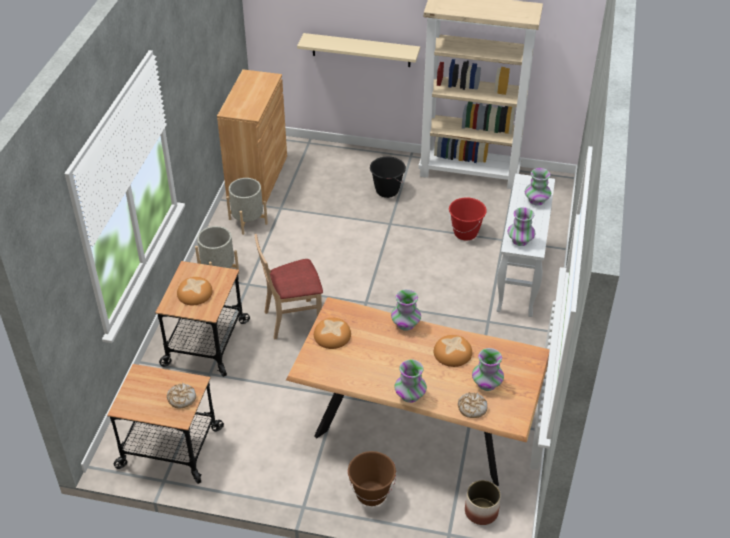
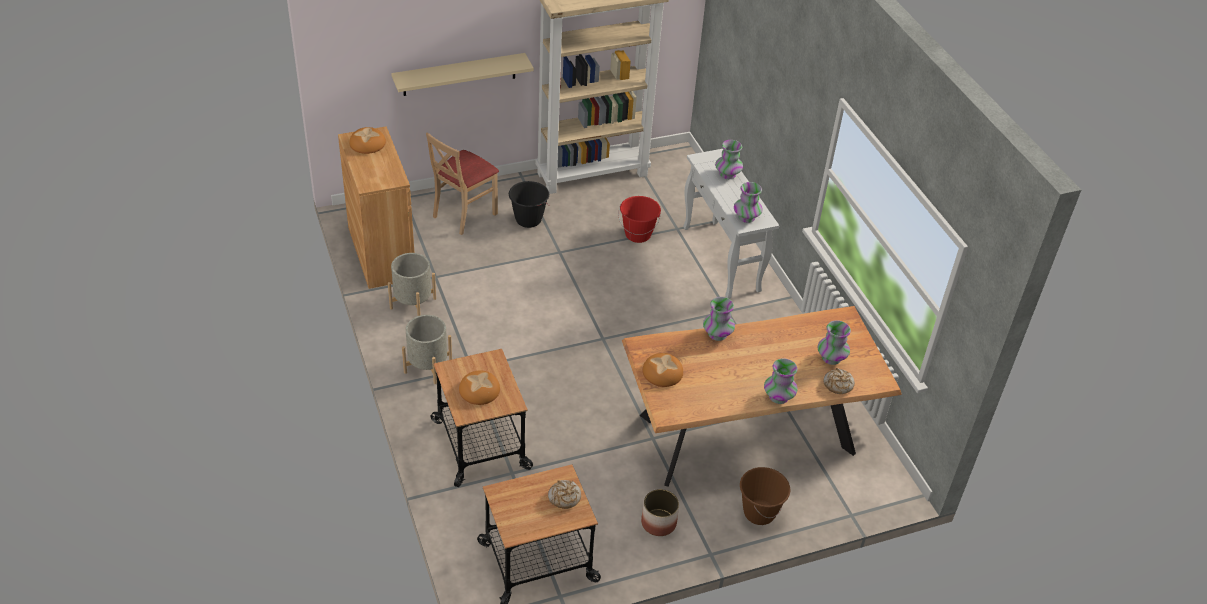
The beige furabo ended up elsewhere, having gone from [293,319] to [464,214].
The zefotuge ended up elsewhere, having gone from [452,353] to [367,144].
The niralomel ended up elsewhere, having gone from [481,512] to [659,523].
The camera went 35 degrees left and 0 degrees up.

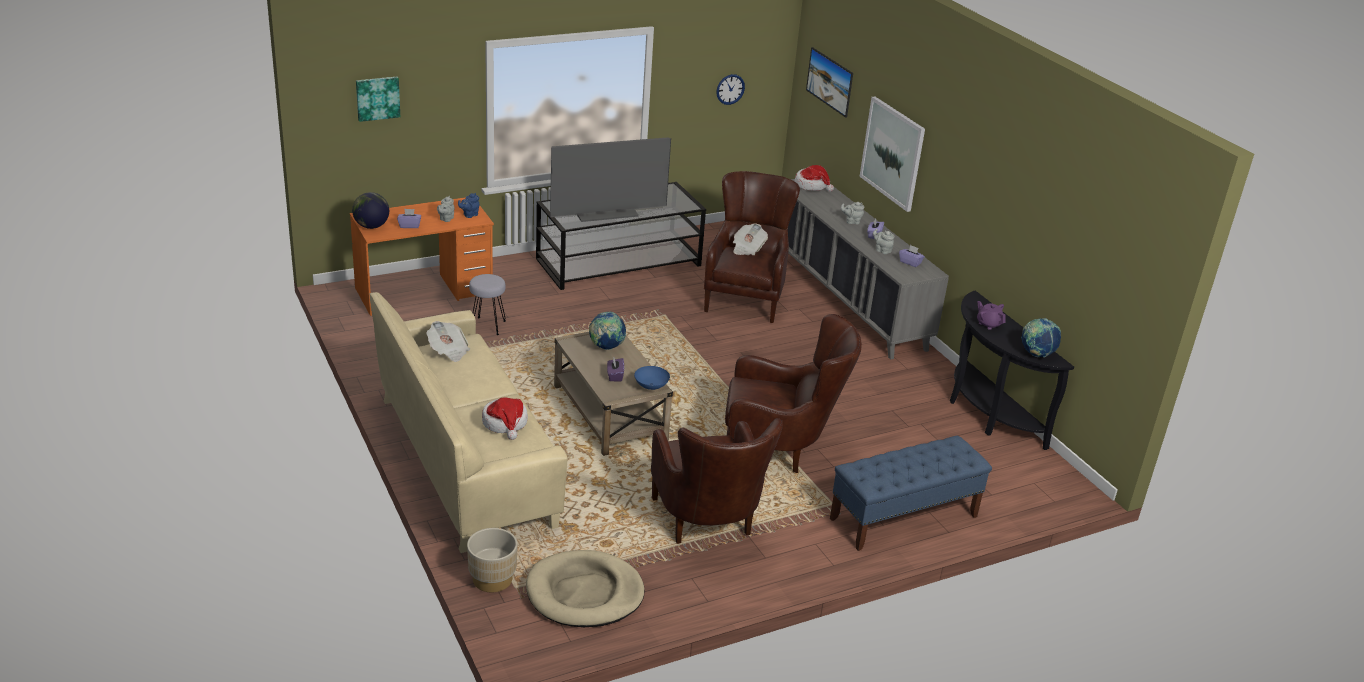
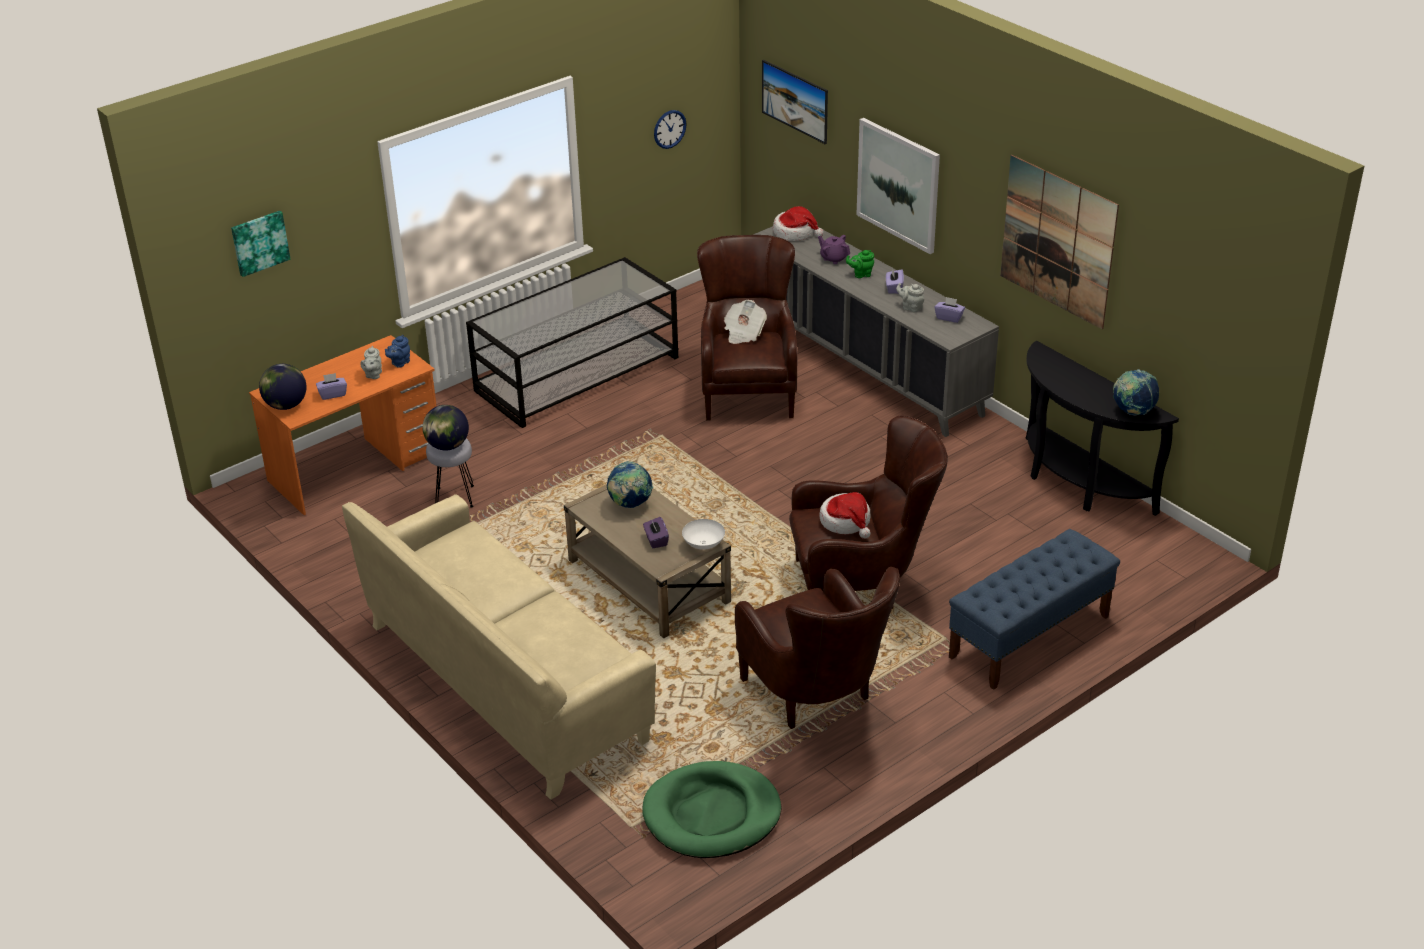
The second view lost the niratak at [606,212].
What was the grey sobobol at [851,221] turned into the green sobobol at [861,274].
The purple sobobol ended up elsewhere, having gone from [988,324] to [833,258].
The second view lost the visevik at [448,351].
What was the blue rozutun at [650,386] turned into the white rozutun at [703,544].
The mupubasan ended up elsewhere, having gone from [505,423] to [846,522].
The second view lost the beige niralomel at [492,579].
What was the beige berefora at [584,593] turned into the green berefora at [712,814].
The second view gained the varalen at [1058,241].
The second view gained the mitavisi at [447,446].
The camera went 10 degrees left and 5 degrees up.

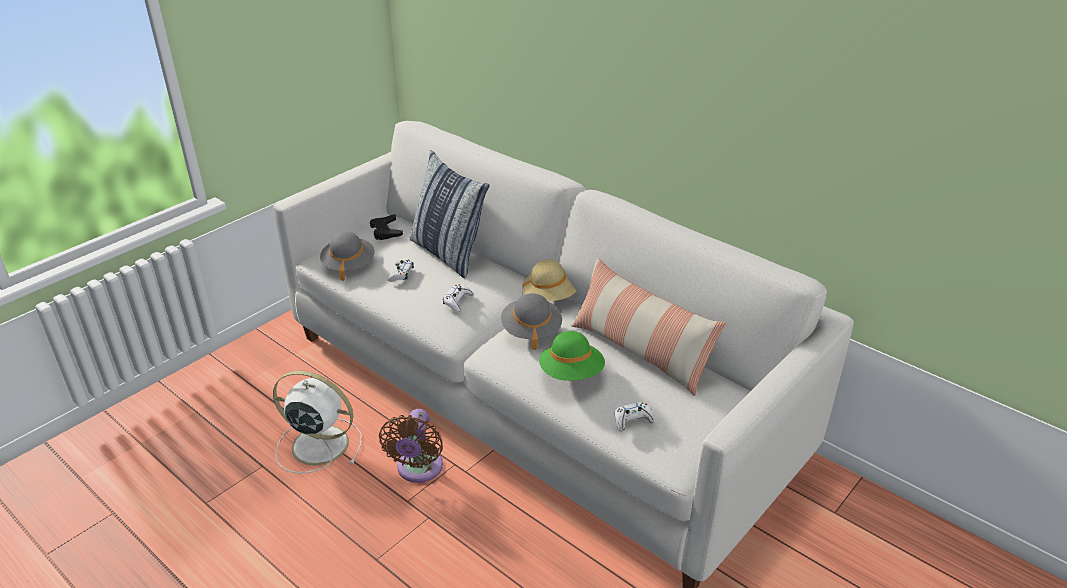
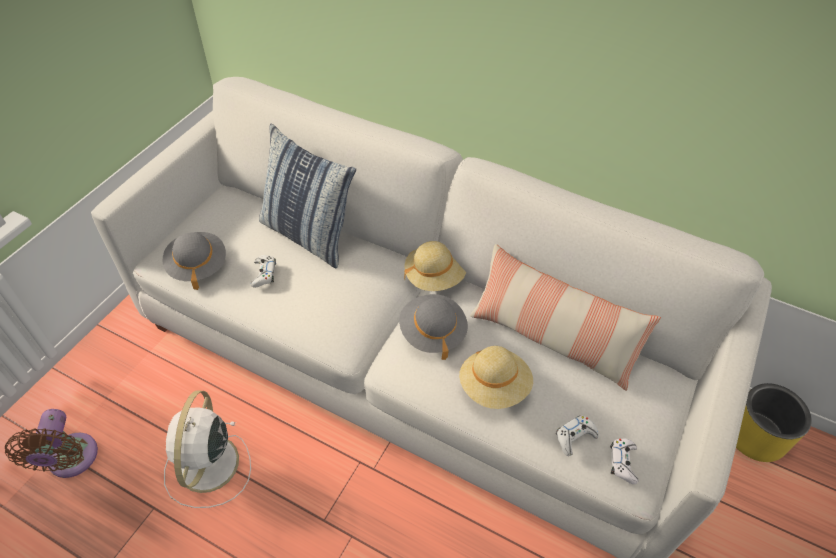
The second view lost the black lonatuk at [386,231].
The white lonatuk ended up elsewhere, having gone from [457,301] to [623,462].
What was the green mupubasan at [571,374] turned into the beige mupubasan at [494,387].
The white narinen at [317,444] ended up facing another way, 90 degrees counterclockwise from before.
The brown narinen ended up elsewhere, having gone from [418,470] to [71,461].
The second view gained the yellow niralomel at [755,435].
The camera went 15 degrees left and 15 degrees up.

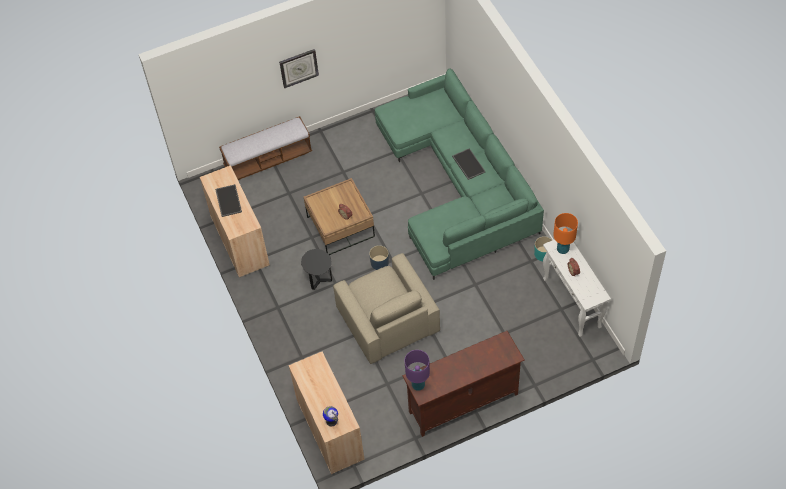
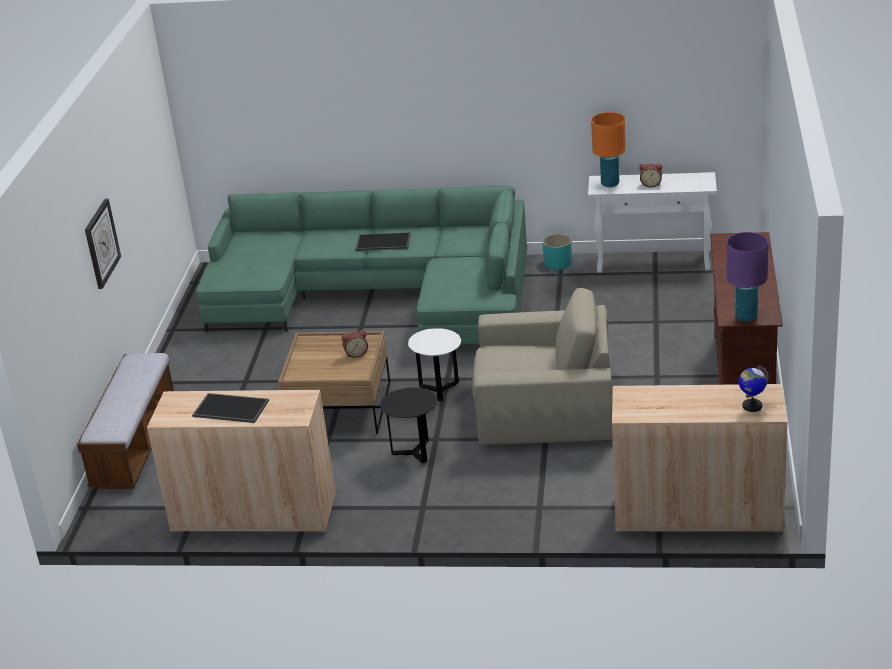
Where the blue niralomel stood at [379,262], the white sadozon came to stand at [439,390].
The camera went 60 degrees left and 25 degrees down.

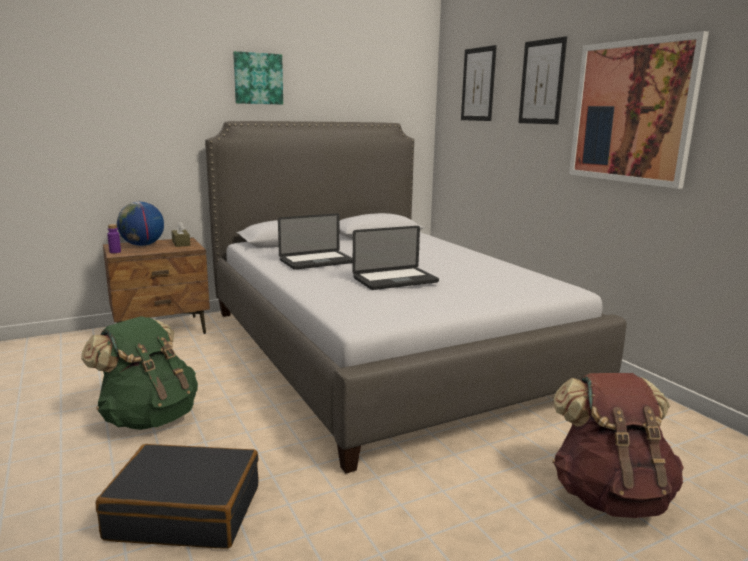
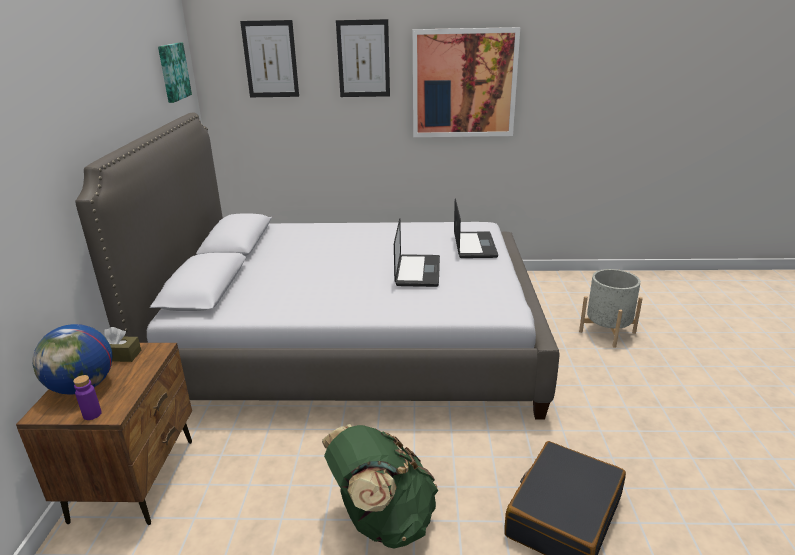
The varalen ended up elsewhere, having gone from [258,78] to [173,72].
The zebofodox ended up elsewhere, having gone from [317,261] to [474,246].
Where the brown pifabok stood at [609,495], the grey niralomel came to stand at [607,332].
The camera went 60 degrees left and 10 degrees up.

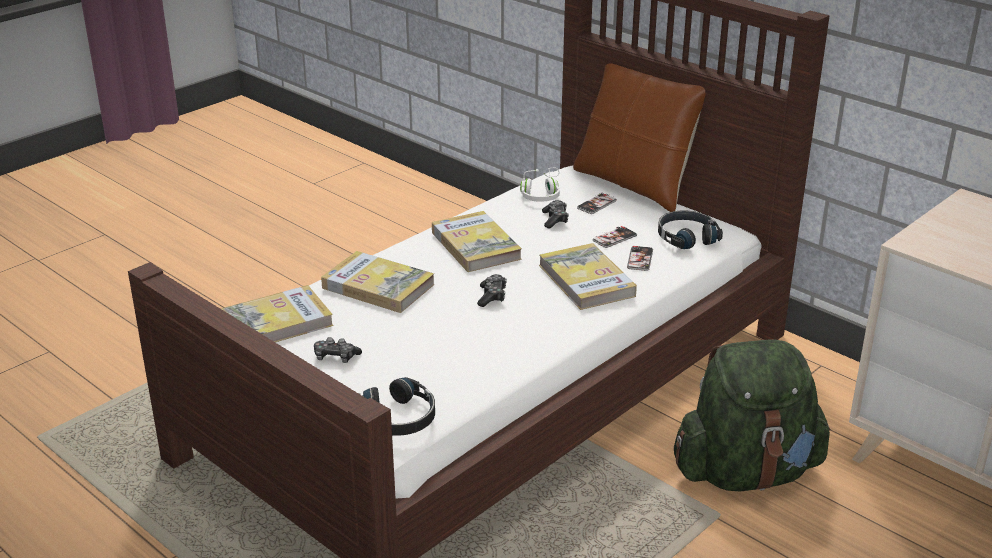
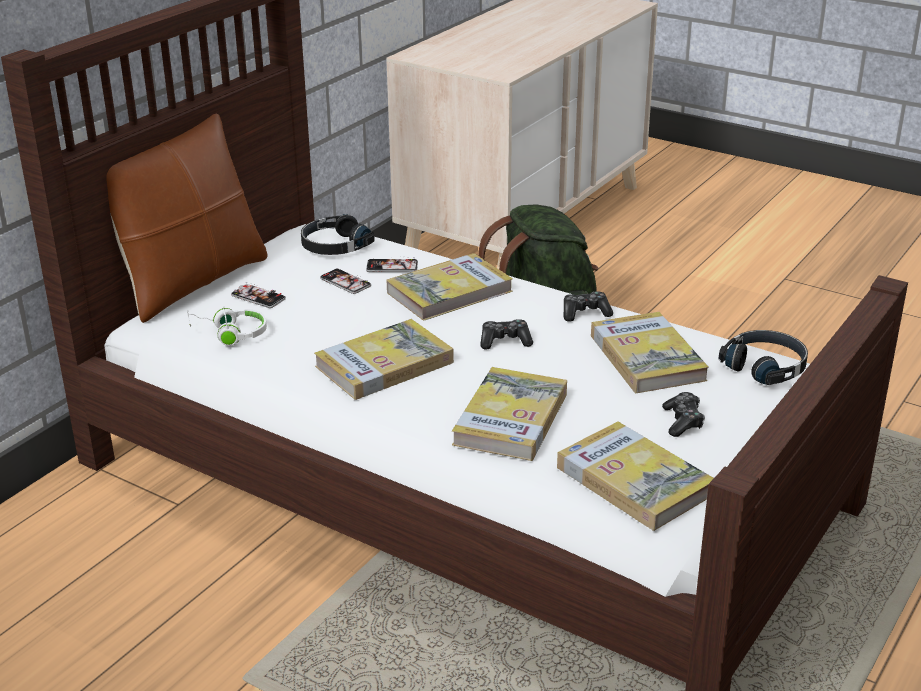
The lonatuk ended up elsewhere, having gone from [555,219] to [585,313].
The second view gained the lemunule at [647,357].
The camera went 100 degrees left and 0 degrees up.

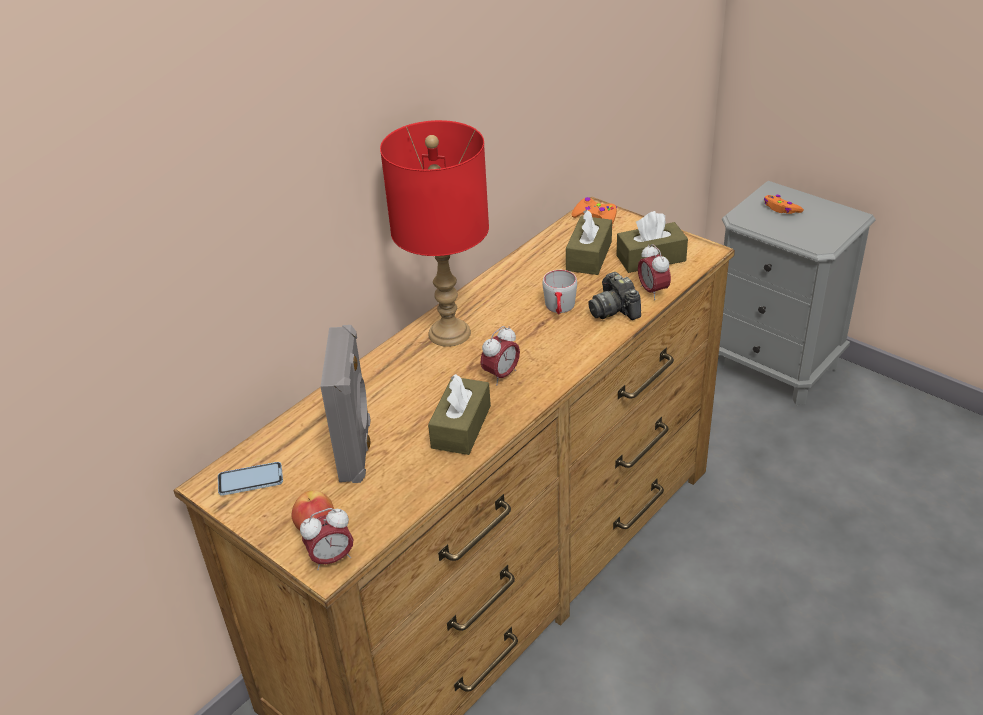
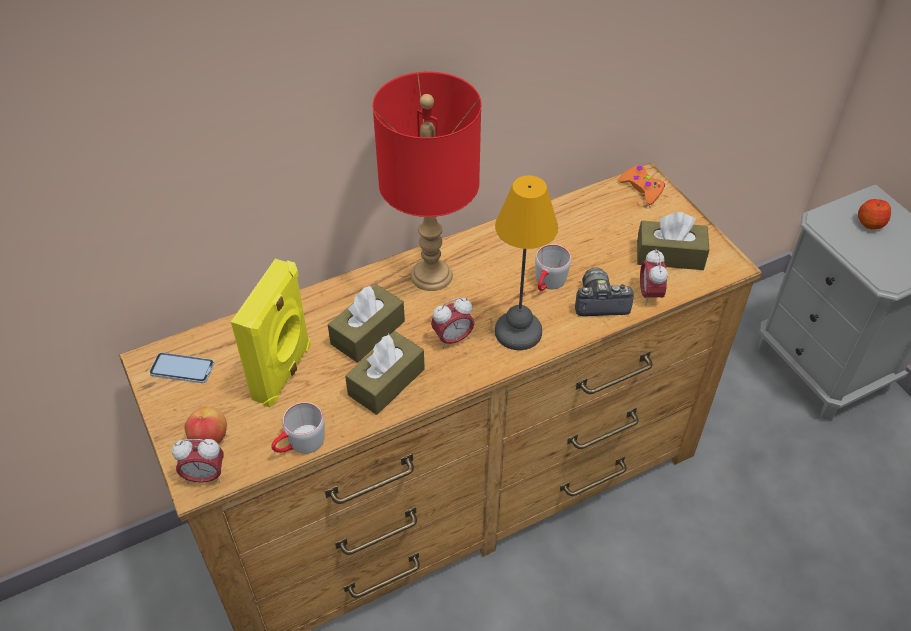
Where the orange lonatuk stood at [781,209], the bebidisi came to stand at [870,223].
The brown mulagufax ended up elsewhere, having gone from [589,256] to [368,332].
The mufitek at [614,309] ended up facing another way, 90 degrees clockwise from before.
What was the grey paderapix at [357,450] turned into the yellow paderapix at [284,372].
The second view gained the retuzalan at [517,330].
The second view gained the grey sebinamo at [300,445].
The camera went 20 degrees right and 10 degrees up.

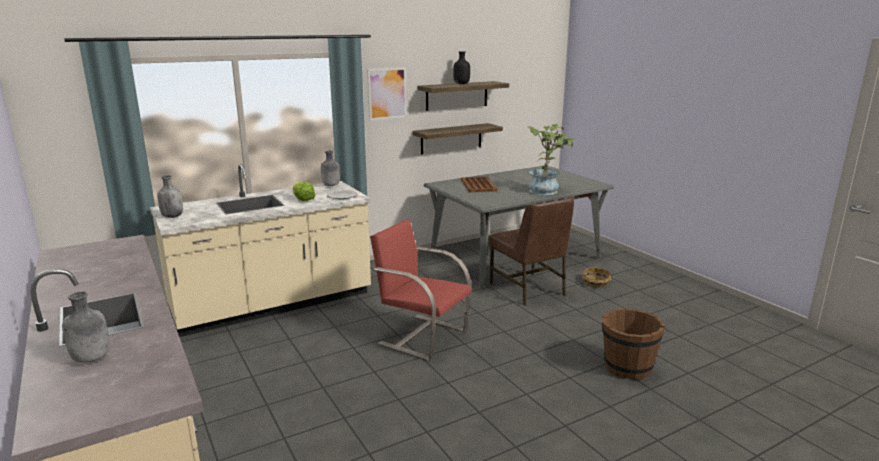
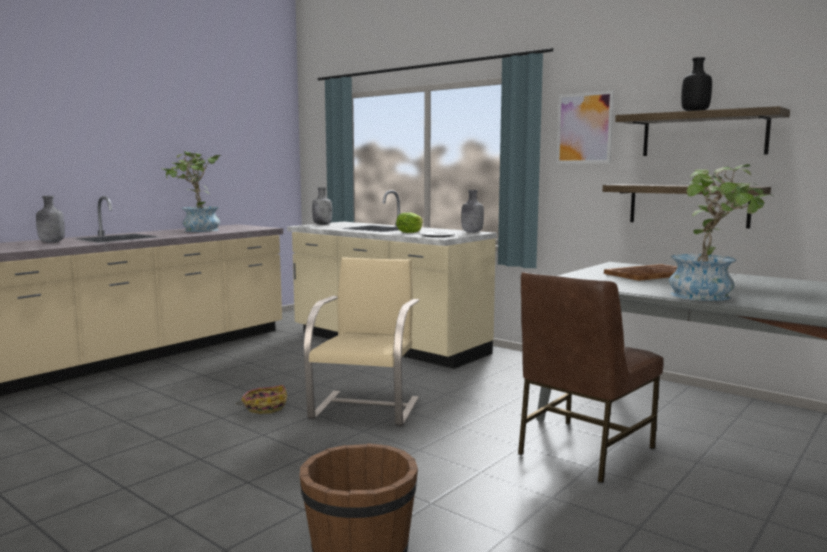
What was the red furabo at [422,336] turned into the beige furabo at [366,407].
The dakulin ended up elsewhere, having gone from [595,282] to [264,407].
The second view gained the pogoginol at [197,230].
The camera went 70 degrees right and 10 degrees down.

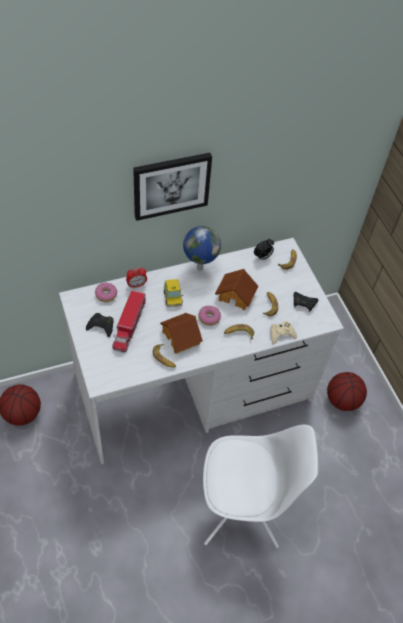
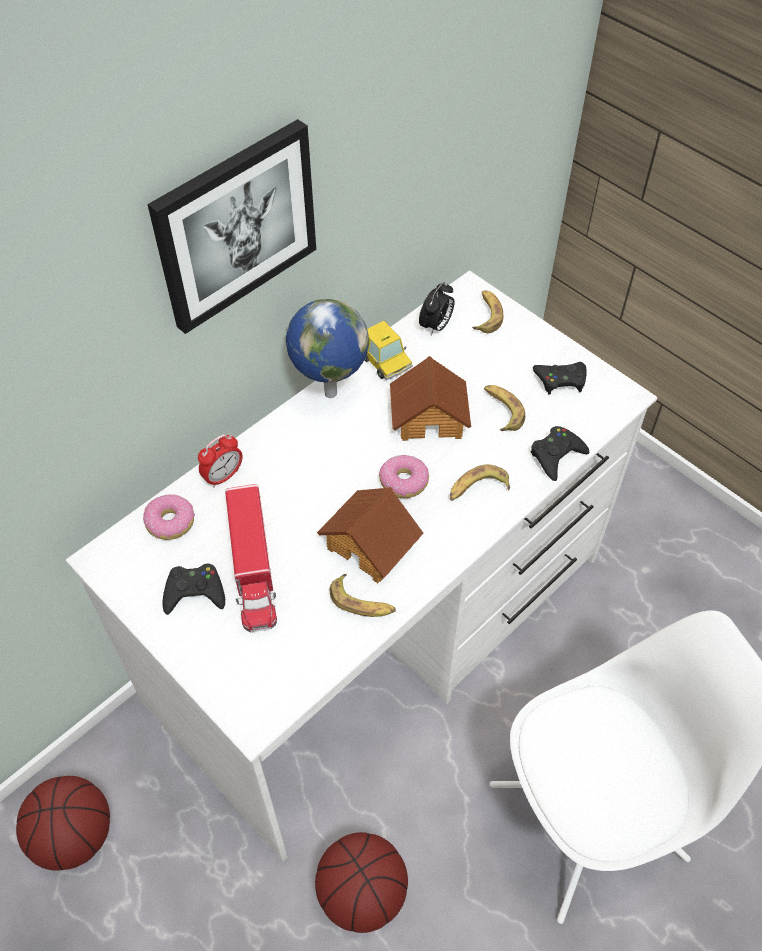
The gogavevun ended up elsewhere, having gone from [173,298] to [385,362].
What was the beige lonatuk at [281,334] turned into the black lonatuk at [556,455].
The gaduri ended up elsewhere, having gone from [342,400] to [362,893].
The camera went 20 degrees left and 0 degrees up.

